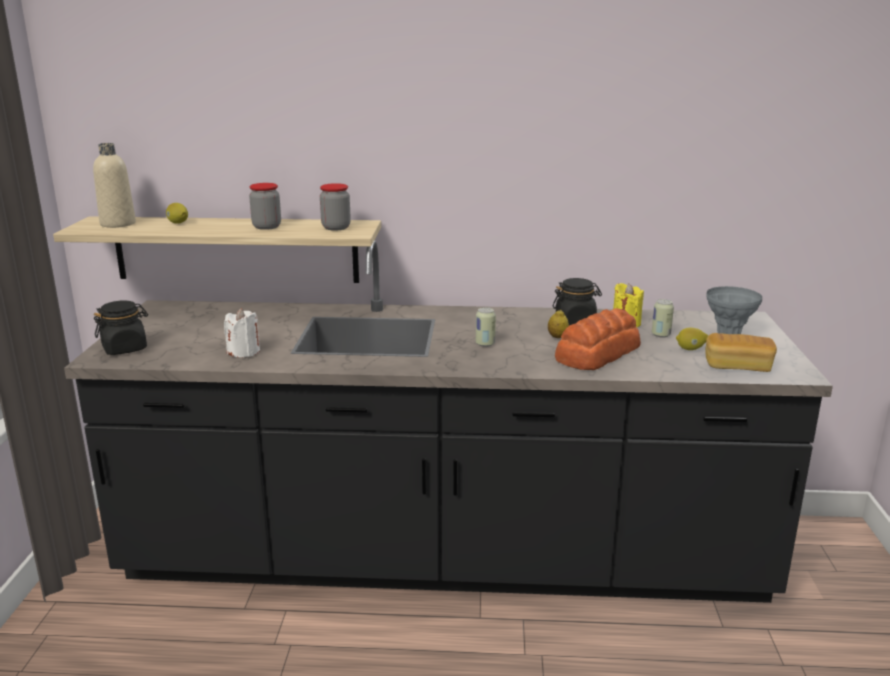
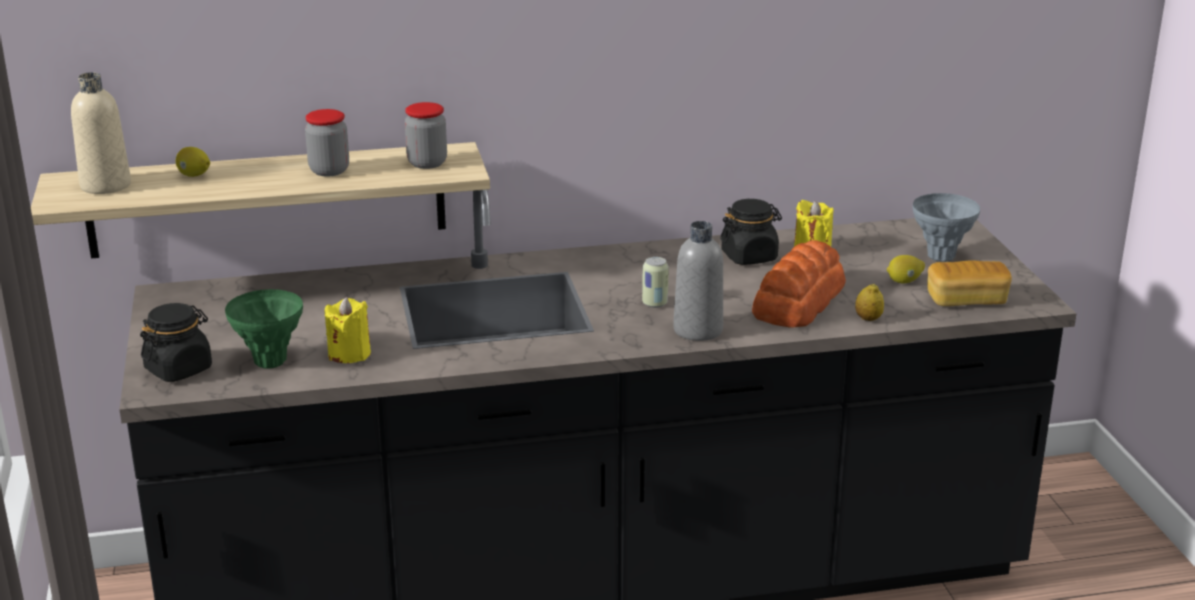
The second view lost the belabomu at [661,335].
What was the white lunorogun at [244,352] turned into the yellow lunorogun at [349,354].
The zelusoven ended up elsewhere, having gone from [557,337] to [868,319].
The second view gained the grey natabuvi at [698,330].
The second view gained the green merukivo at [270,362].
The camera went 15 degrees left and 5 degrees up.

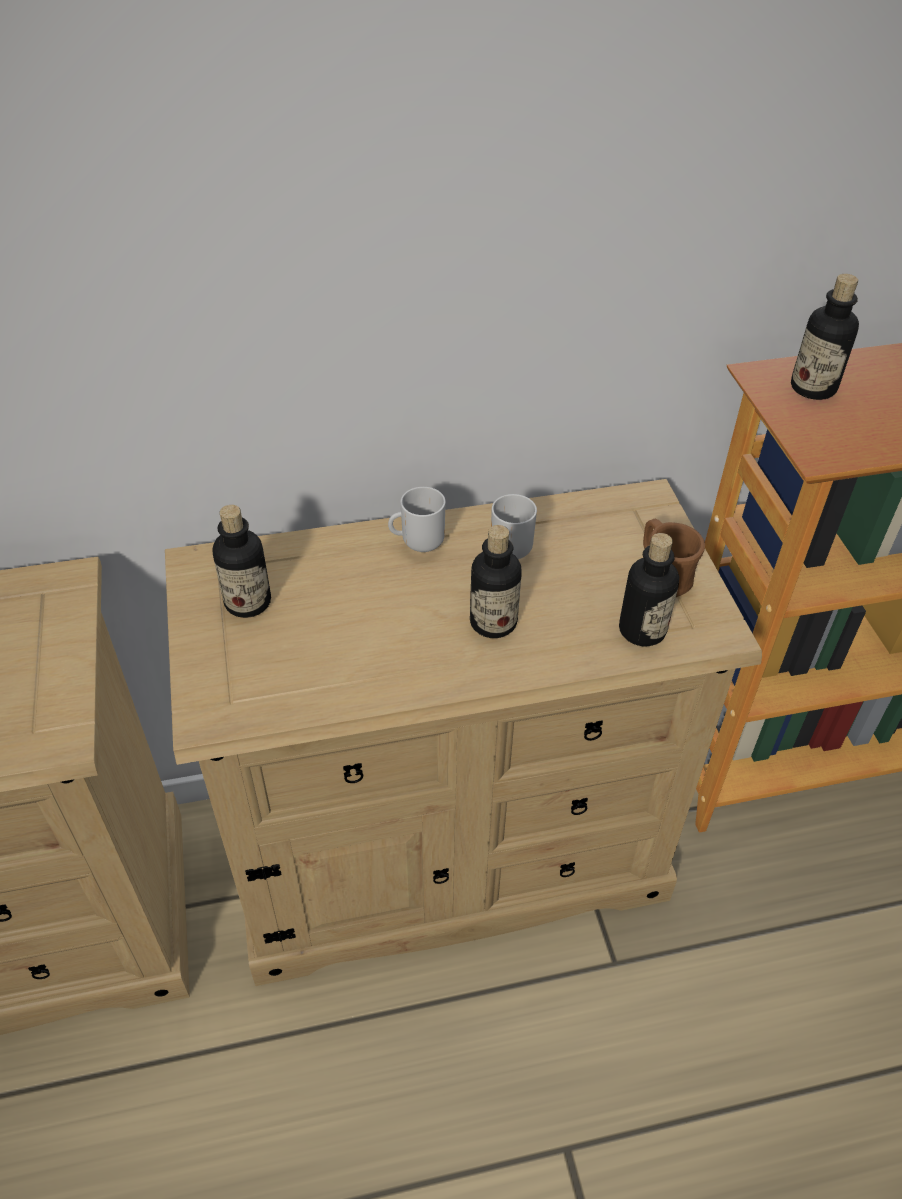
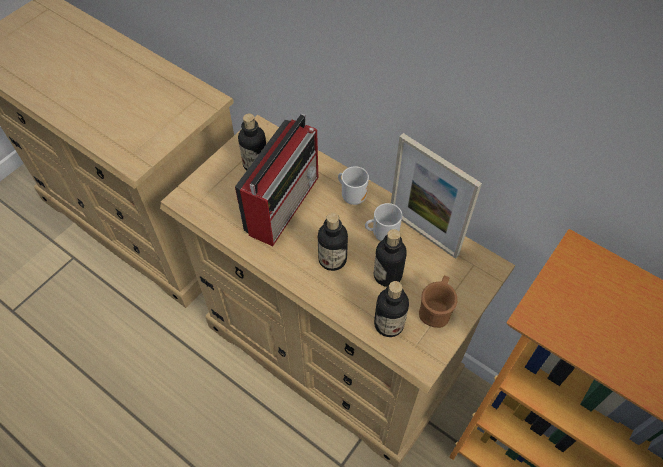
The natabuvi ended up elsewhere, having gone from [813,388] to [387,275].
The second view gained the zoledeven at [284,203].
The second view gained the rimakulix at [423,233].
The camera went 50 degrees right and 10 degrees up.

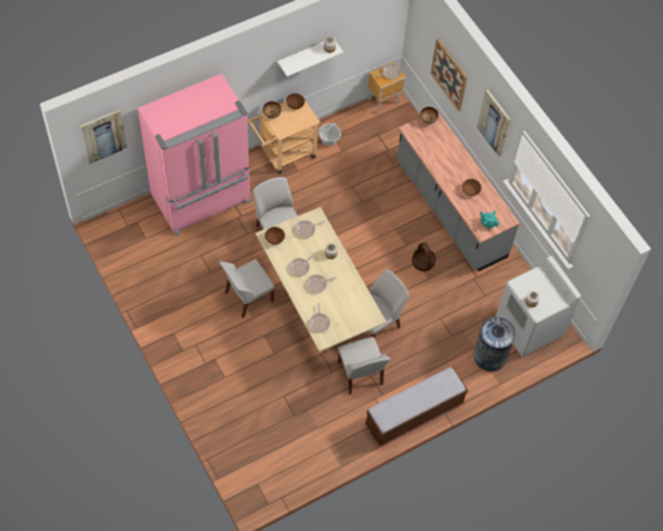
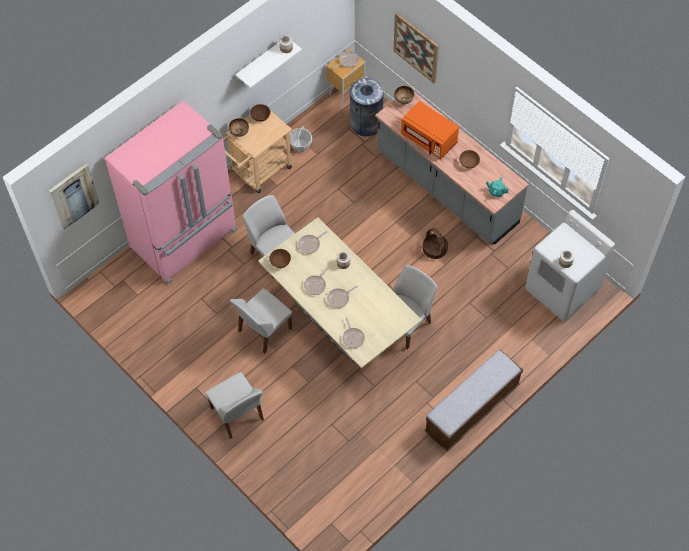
The second view lost the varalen at [494,122].
The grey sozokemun ended up elsewhere, having gone from [489,356] to [366,123].
The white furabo ended up elsewhere, having gone from [360,374] to [237,415].
The second view gained the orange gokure at [429,139].
The camera went 10 degrees left and 0 degrees up.

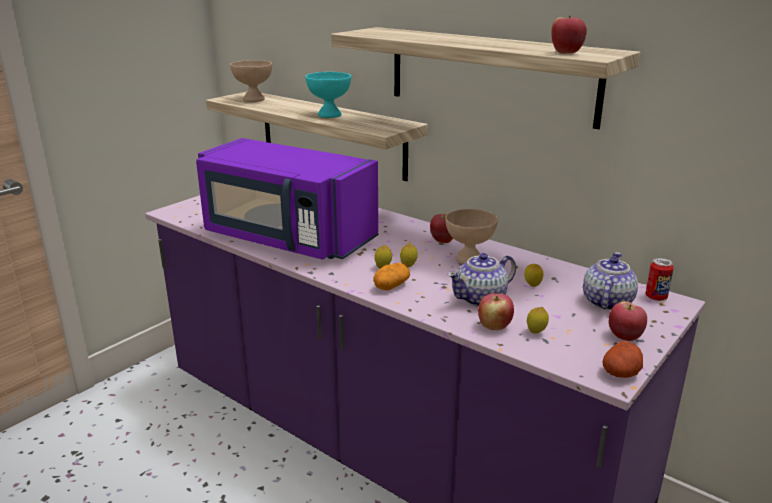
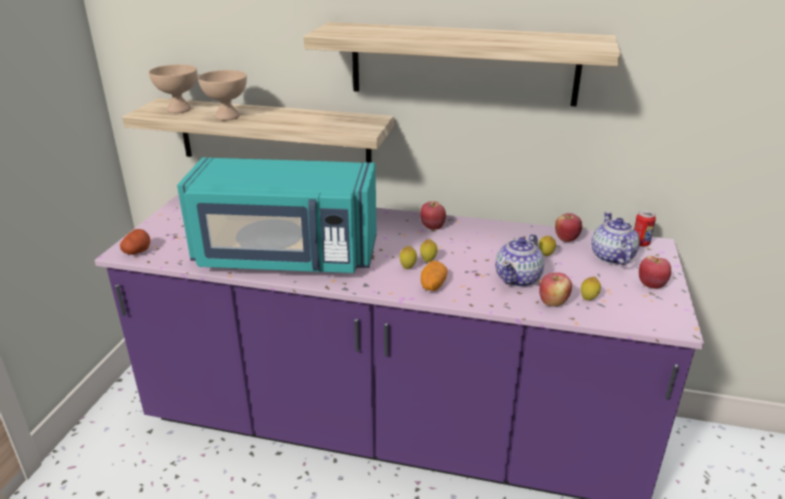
The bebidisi ended up elsewhere, having gone from [566,53] to [566,239].
The second view lost the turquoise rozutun at [329,115].
What was the purple gokure at [287,238] turned into the turquoise gokure at [286,257].
The beige rozutun ended up elsewhere, having gone from [469,259] to [228,116].
The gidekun ended up elsewhere, having gone from [621,373] to [137,251].
The camera went 25 degrees left and 5 degrees up.

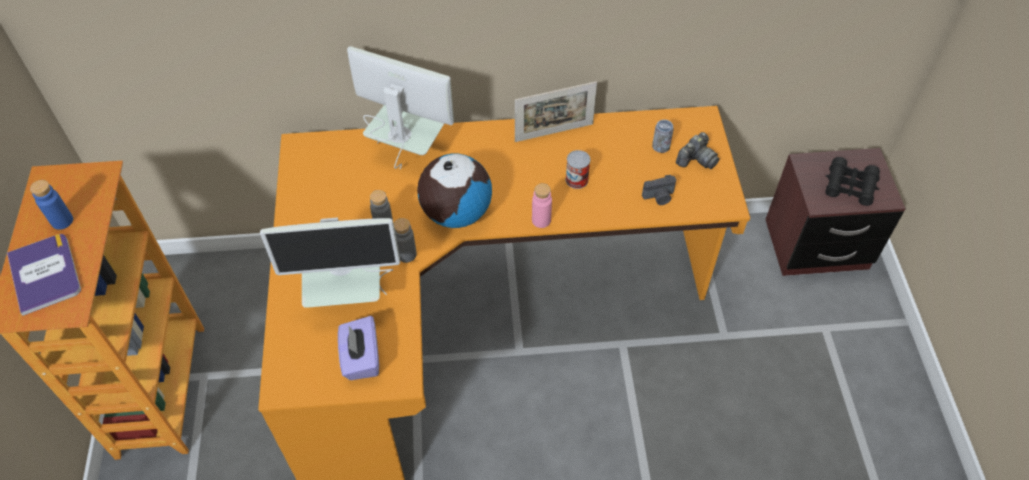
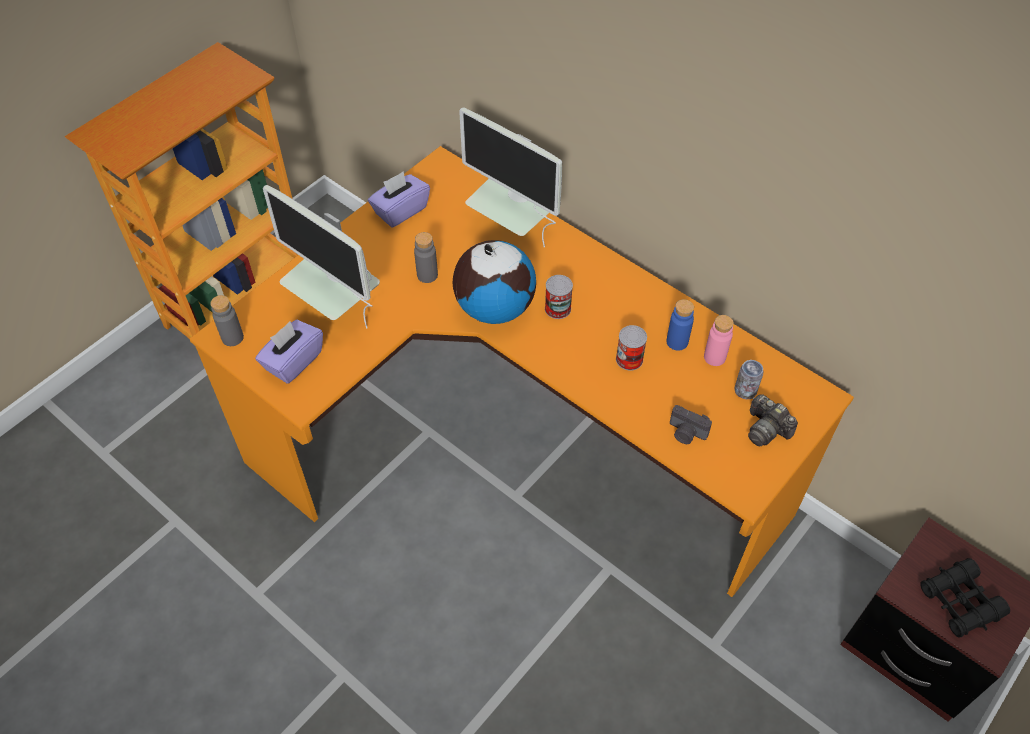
The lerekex at [407,153] ended up facing another way, 150 degrees clockwise from before.
The second view lost the rimakulix at [554,132].
The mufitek at [696,159] ended up facing another way, 45 degrees clockwise from before.
The blue natabuvi ended up elsewhere, having gone from [62,221] to [677,342].
The pink natabuvi ended up elsewhere, having gone from [541,220] to [714,357].
The grey natabuvi ended up elsewhere, having gone from [406,254] to [232,337].
The second view lost the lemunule at [45,274].
The second view gained the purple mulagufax at [400,210].
The second view gained the belabomu at [557,308].
The camera went 45 degrees right and 0 degrees up.

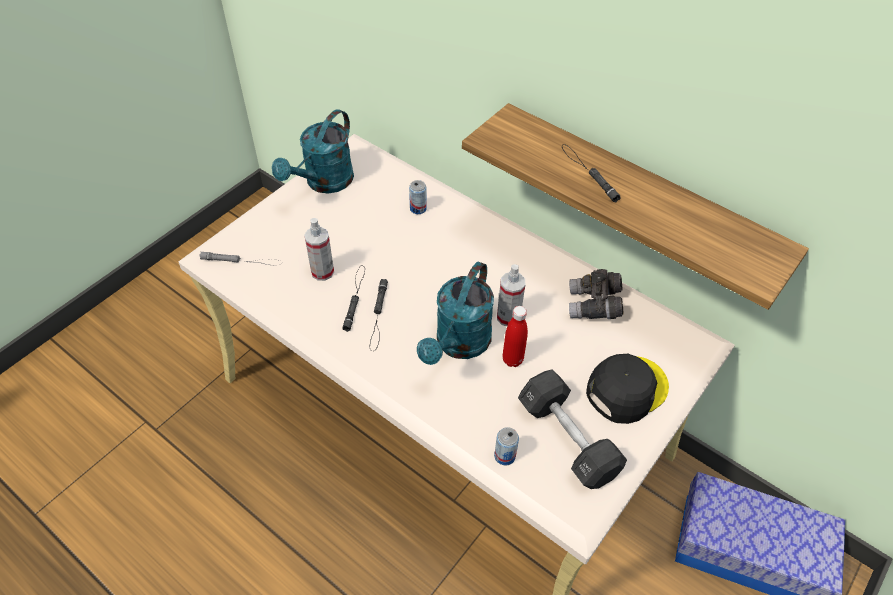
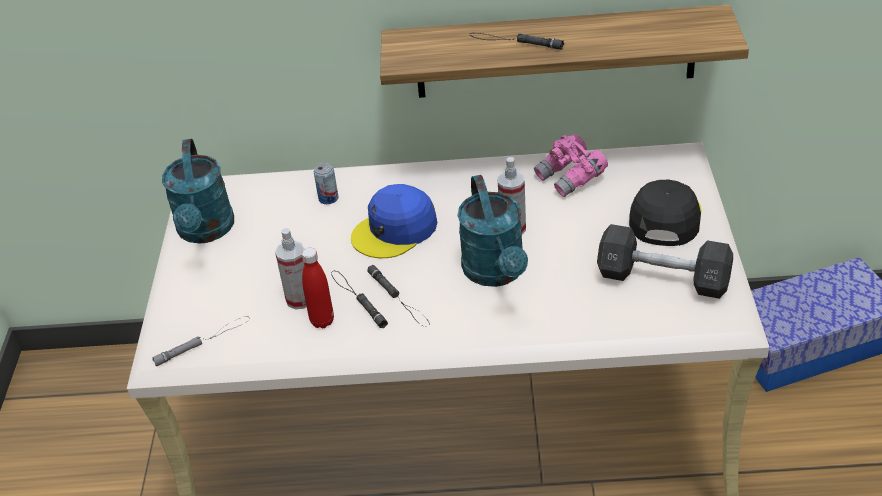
What was the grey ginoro at [594,306] turned into the pink ginoro at [571,178].
The red natabuvi ended up elsewhere, having gone from [512,360] to [322,321].
The second view lost the belabomu at [504,456].
The second view gained the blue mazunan at [395,230].
The camera went 35 degrees left and 10 degrees down.

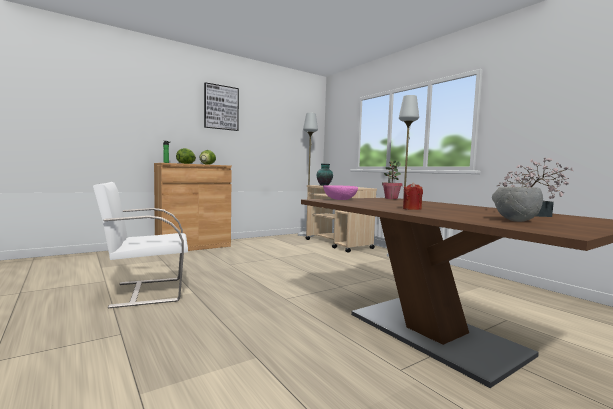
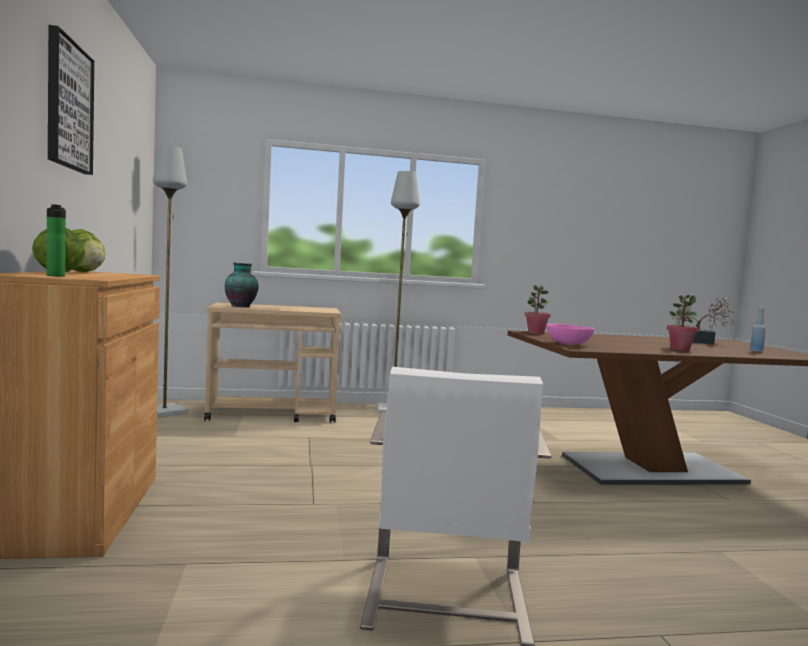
Where the red lunorogun stood at [412,209], the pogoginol came to stand at [679,349].
Where the grey rozutun stood at [515,221], the blue natabuvi came to stand at [756,351].
The camera went 65 degrees left and 0 degrees up.

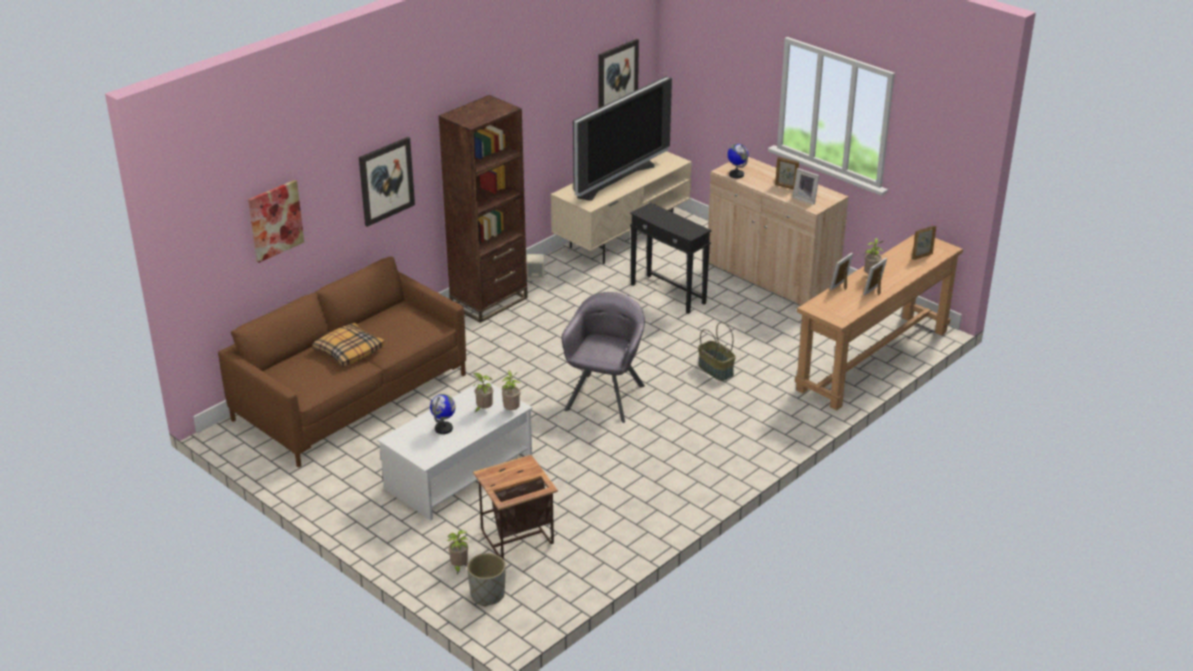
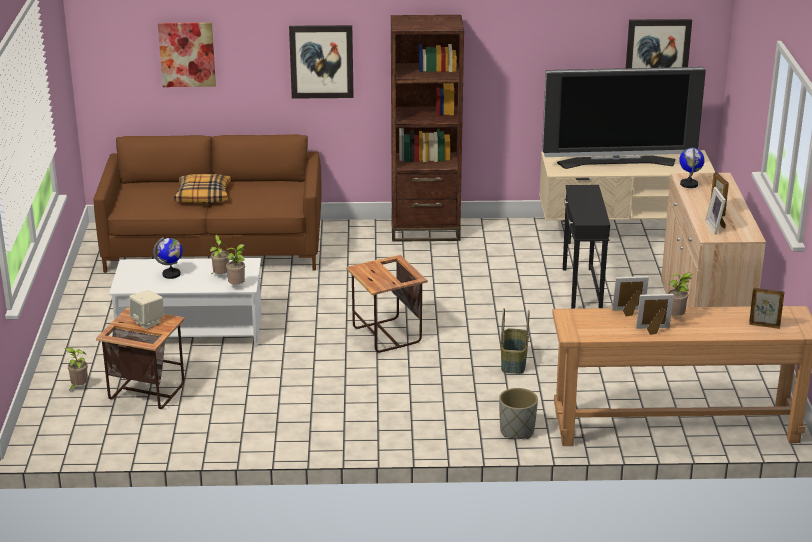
The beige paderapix ended up elsewhere, having gone from [535,277] to [148,322].
Where the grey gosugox stood at [605,397], the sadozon came to stand at [387,336].
The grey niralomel ended up elsewhere, having gone from [487,594] to [517,431].
The camera went 45 degrees right and 5 degrees down.

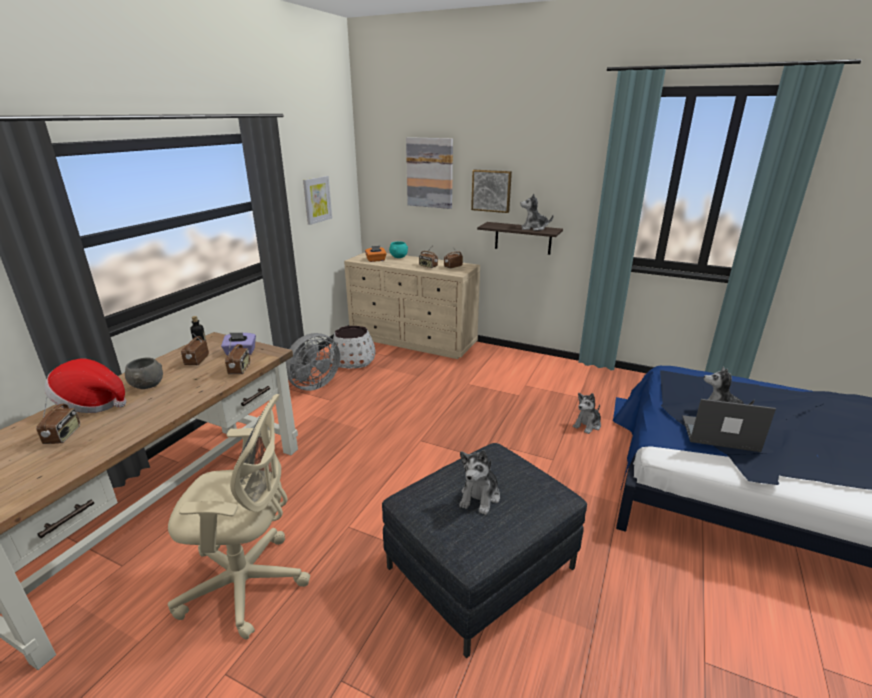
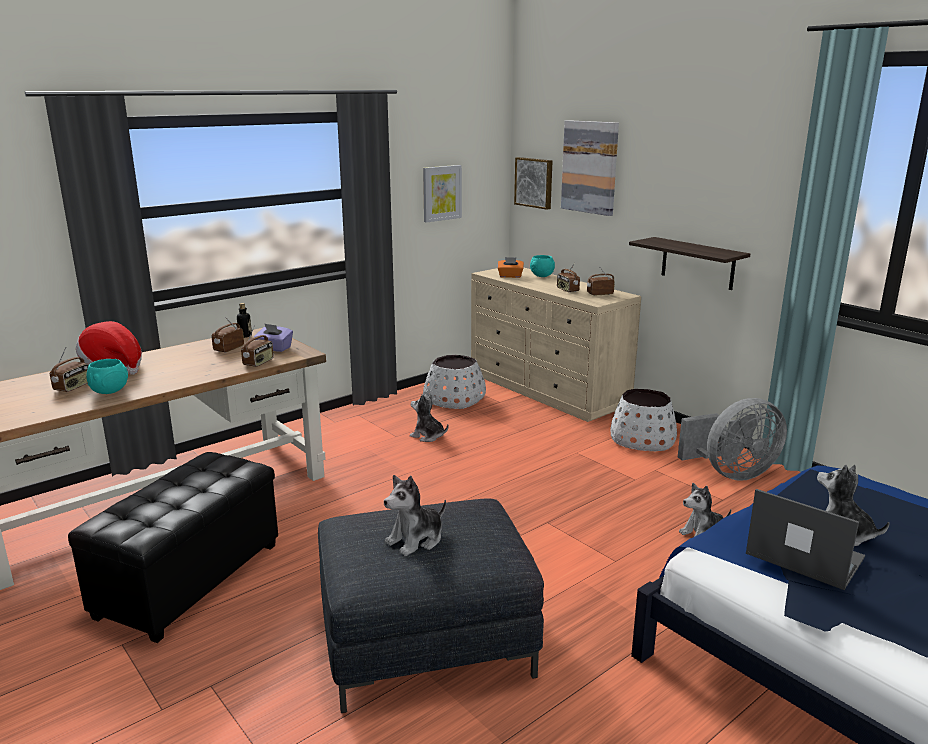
The varalen ended up elsewhere, having gone from [491,190] to [534,182].
The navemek ended up elsewhere, having gone from [534,228] to [428,436].
The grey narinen ended up elsewhere, having gone from [310,385] to [731,473].
The second view lost the grey rozutun at [147,387].
Where the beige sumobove stood at [249,583], the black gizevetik came to stand at [191,581].
The second view gained the turquoise rozutun at [109,392].
The second view gained the white niralomel at [642,440].
The camera went 25 degrees right and 5 degrees down.

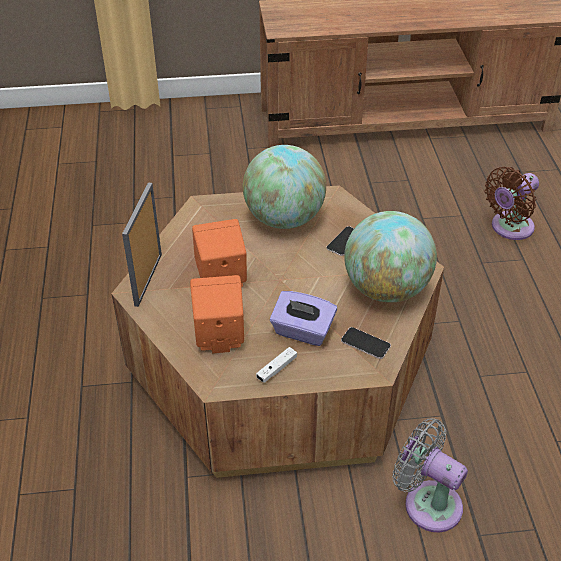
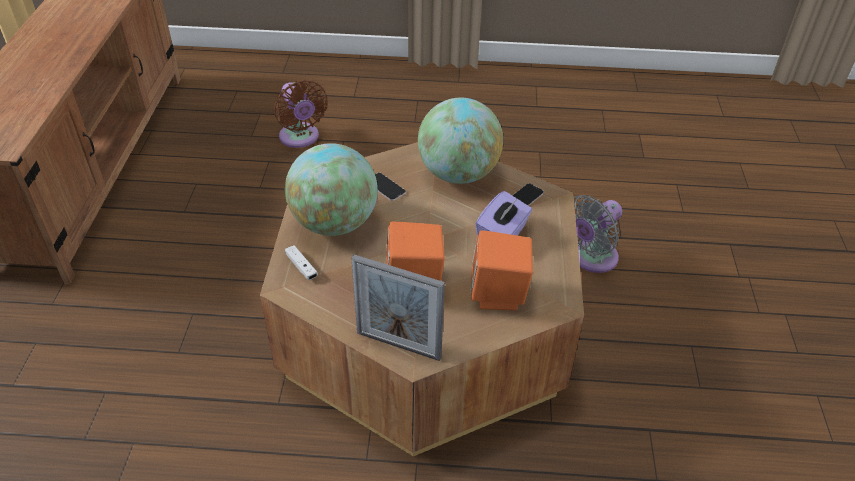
The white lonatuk ended up elsewhere, having gone from [276,369] to [301,267].
The camera went 80 degrees left and 0 degrees up.

